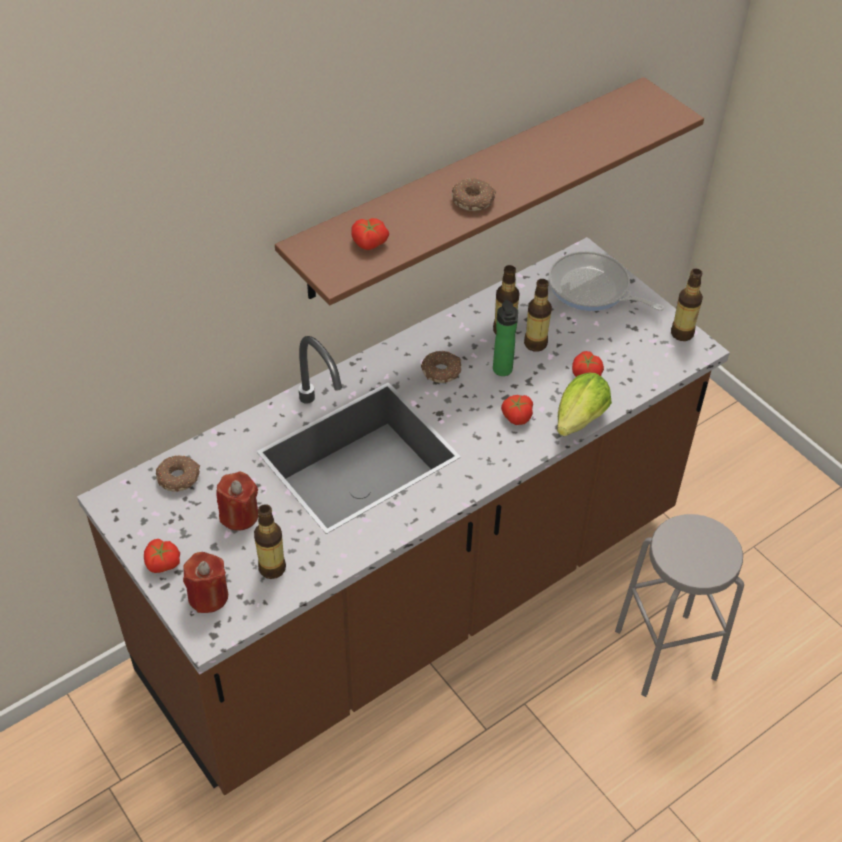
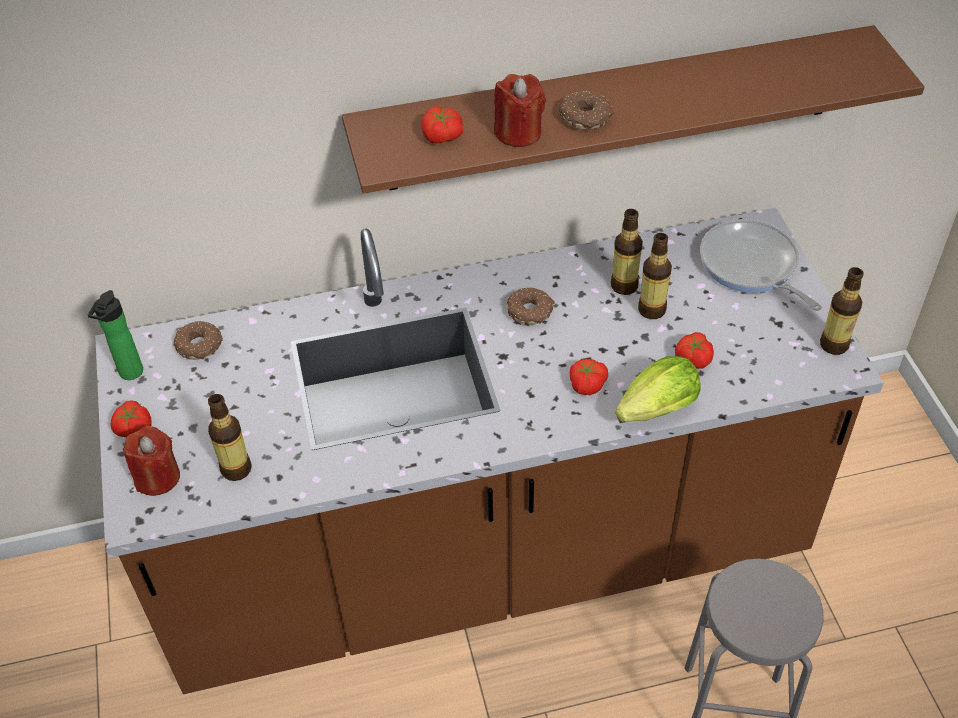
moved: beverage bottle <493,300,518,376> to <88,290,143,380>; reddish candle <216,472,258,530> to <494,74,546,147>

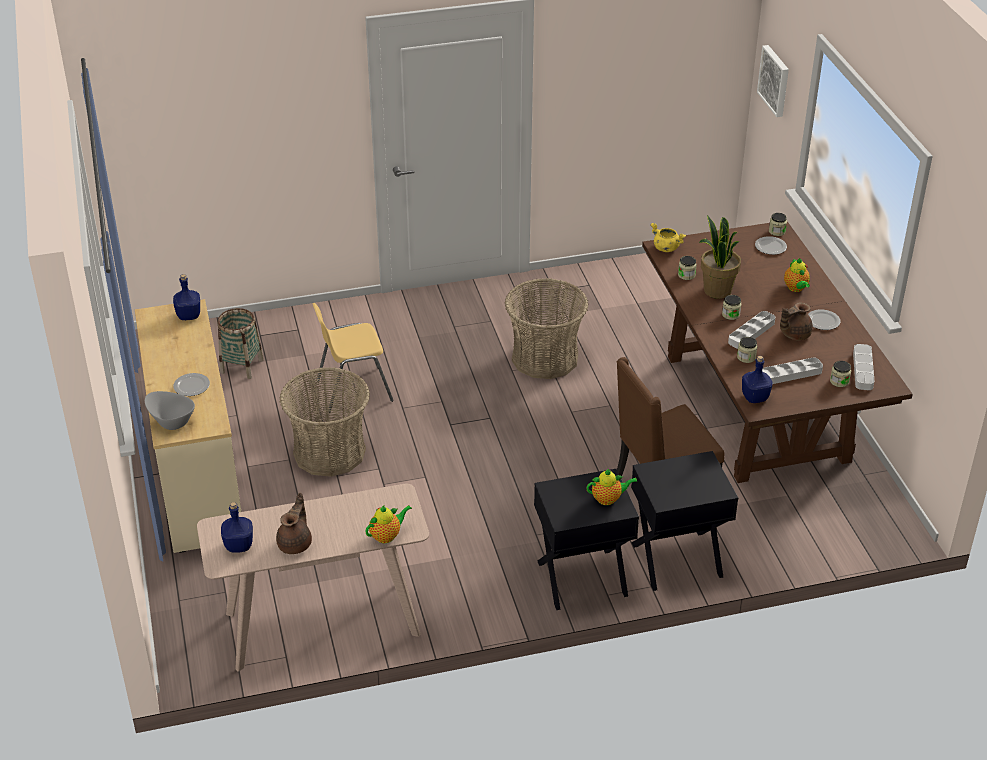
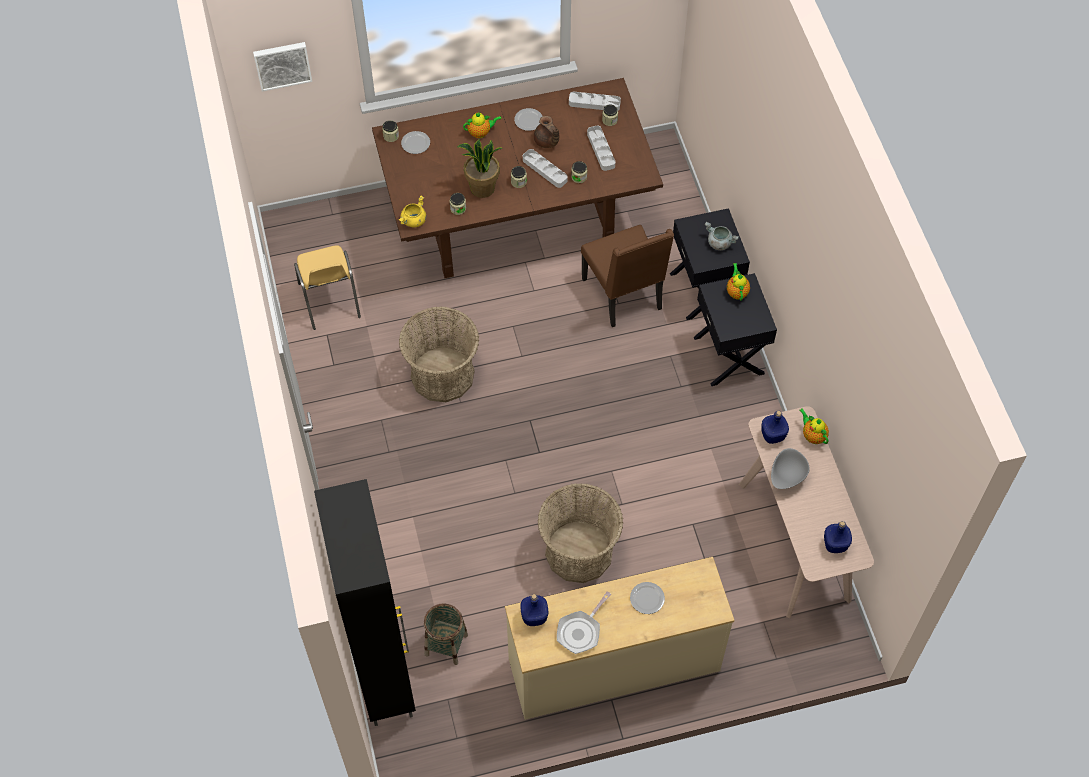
removed: brownish pot for tea <276,493,312,554>
added: black cupboard <314,479,416,726>; skillet <557,591,611,654>; grey stockpot <705,222,739,250>
moved: yellowish upright chair <313,303,394,413> to <294,245,361,330>; blue-coloured beverage bottle <742,356,773,403> to <761,410,789,444>; grey deep dish <145,391,195,430> to <771,448,809,489>

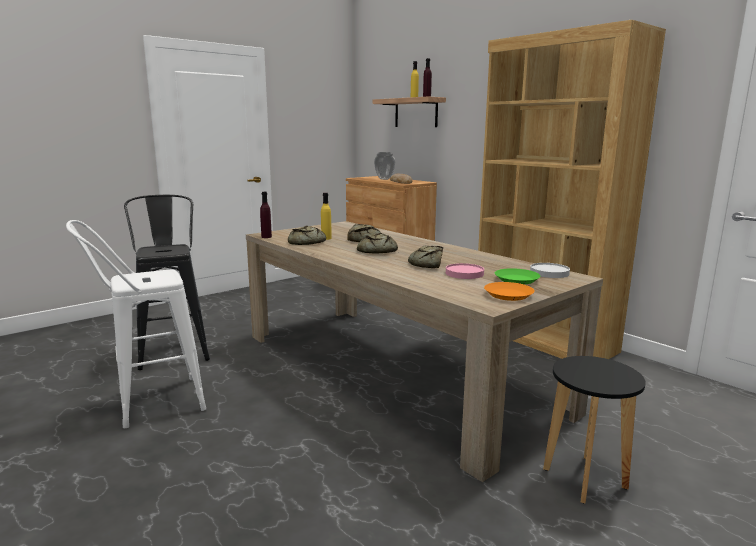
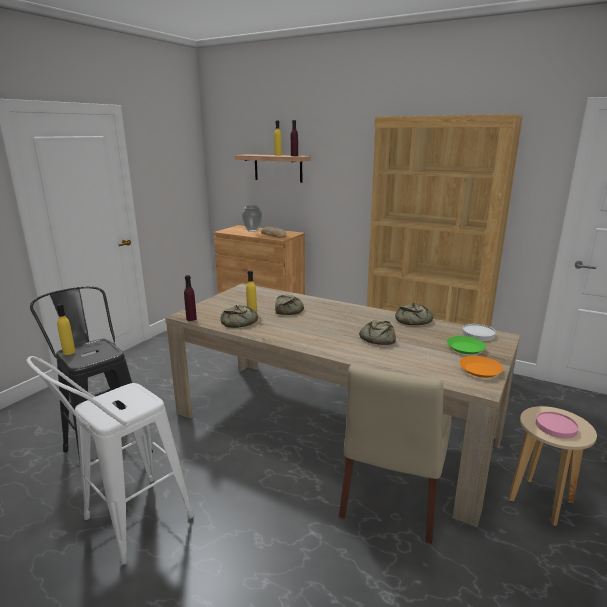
added: yellowish beverage bottle <57,304,76,355>; beige-coloured upright chair <339,364,452,544>
moved: bakery bread <357,233,398,254> to <395,303,433,325>; pink-coloured plate <446,263,484,279> to <536,412,579,439>
recoloured: black sitting stool <543,356,646,503> to beige-coloured sitting stool <508,406,597,526>

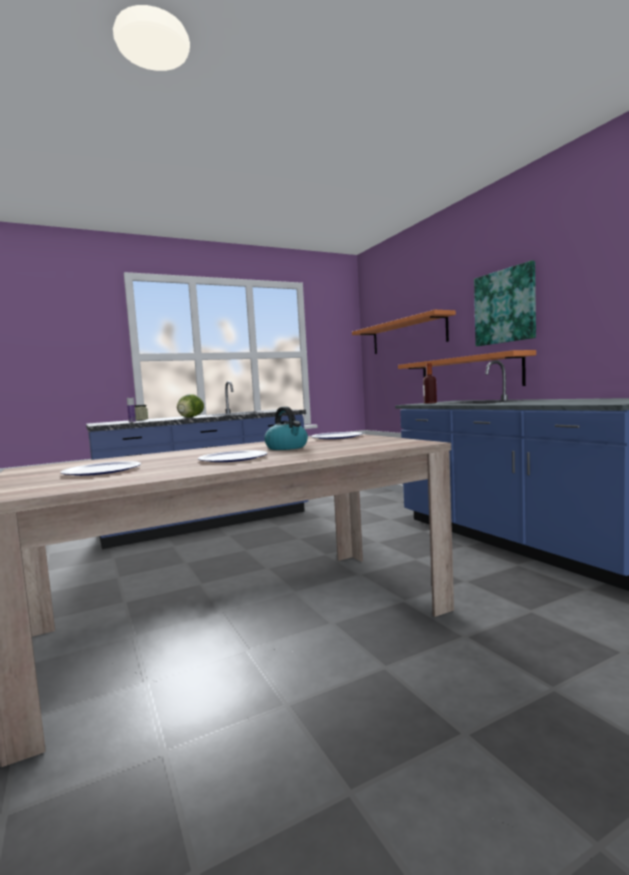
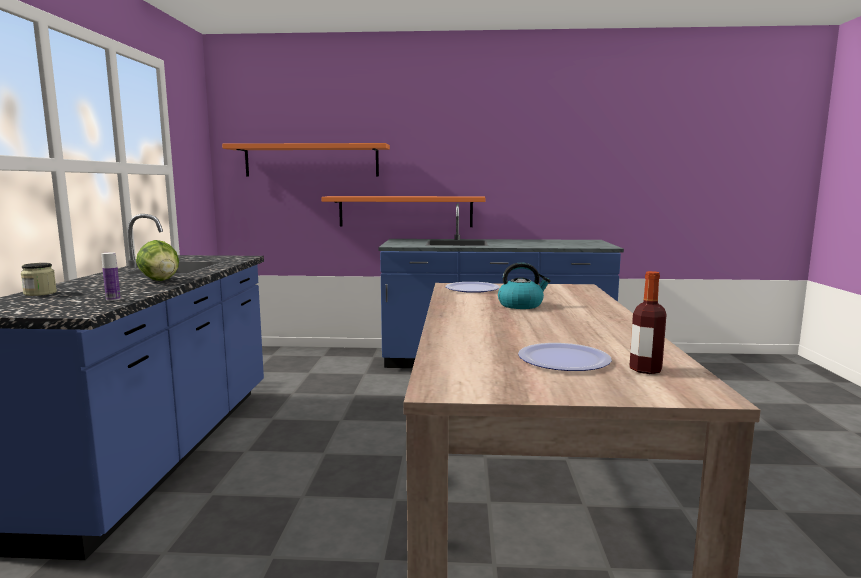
removed: plate <198,450,267,462>; wall picture <474,260,536,346>
moved: beverage bottle <423,363,437,404> to <629,271,667,374>

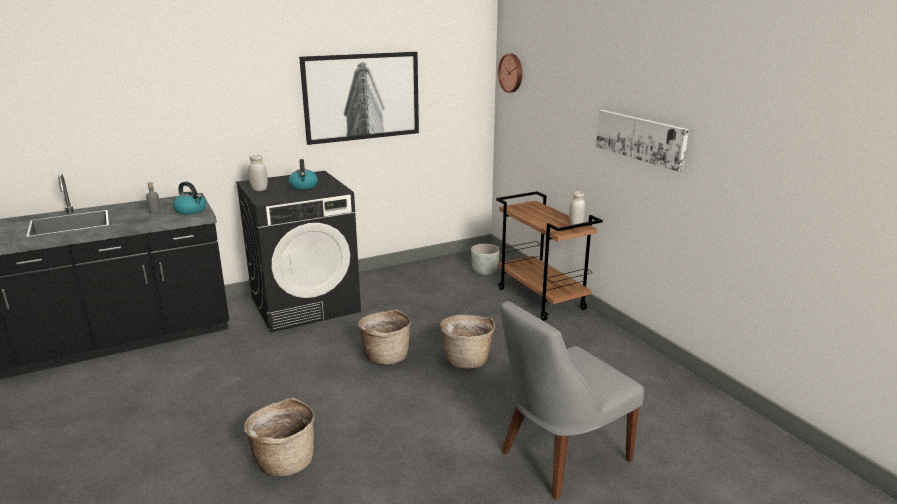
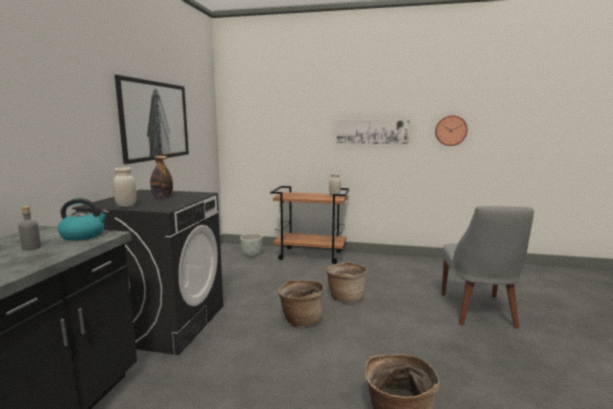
moved: hanging clock <498,54,522,93> to <435,115,468,146>
replaced: kettle <288,159,318,190> to beverage bottle <150,156,173,198>

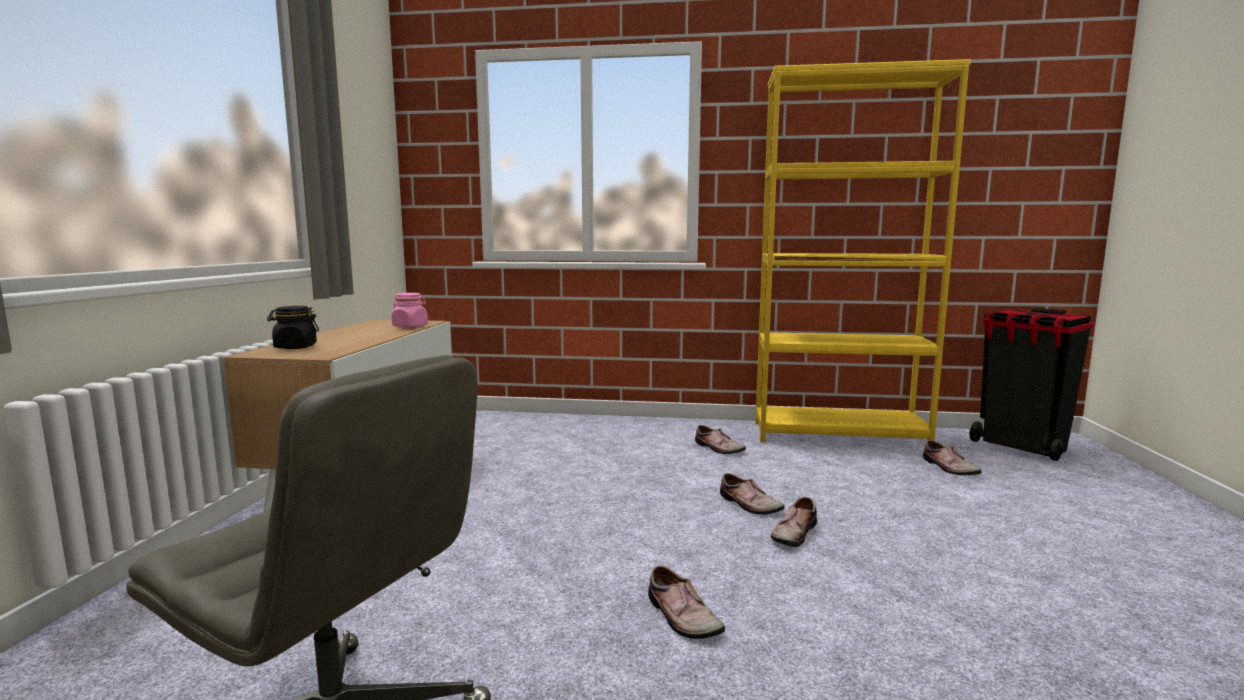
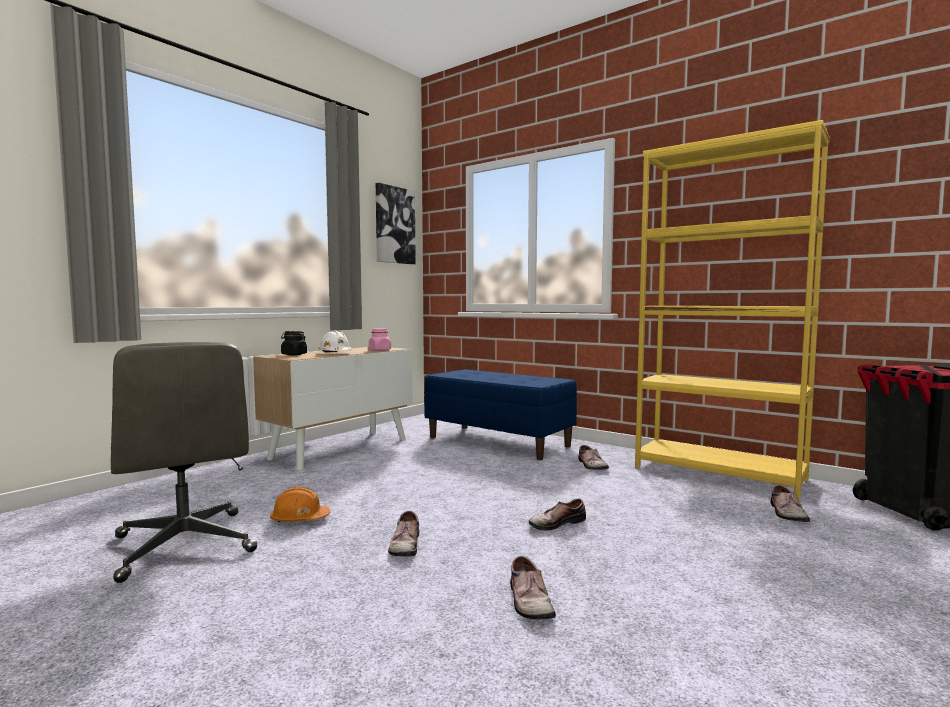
added: orange-coloured work helmet <270,487,330,522>; white work helmet <318,330,353,352>; wall picture <376,183,416,264>; blue-coloured long seat <424,369,577,460>
moved: shoe <720,473,785,515> to <510,556,556,619>

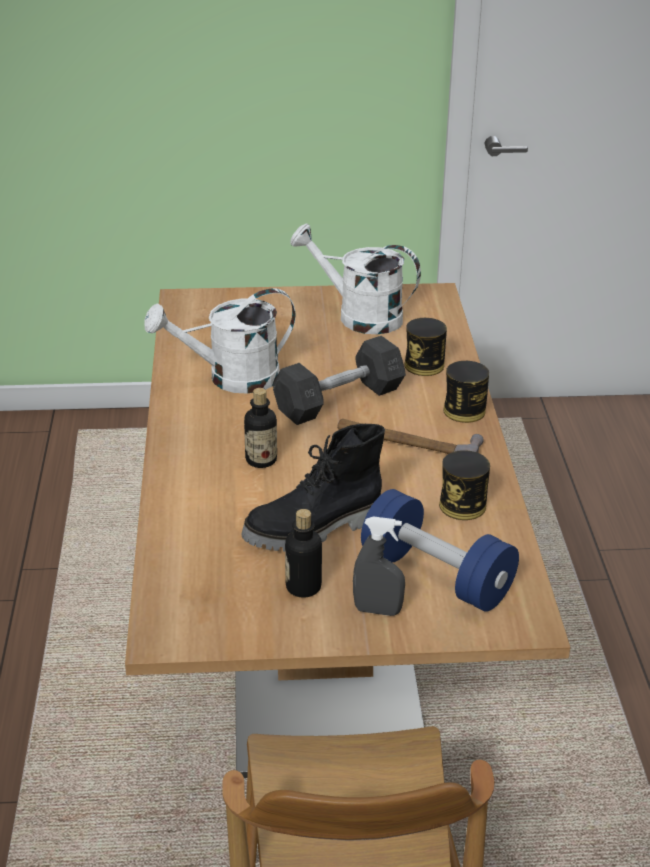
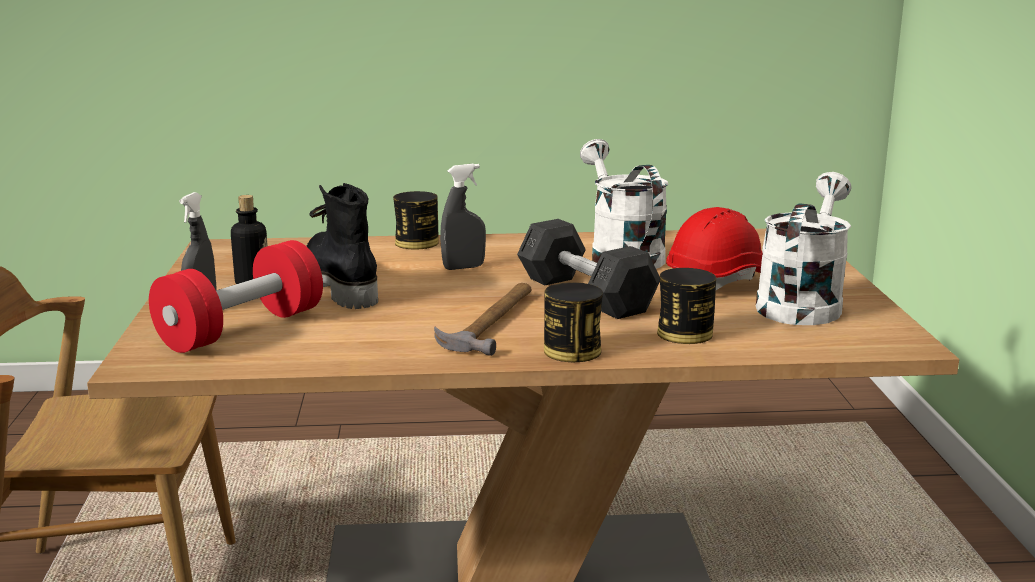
added: reddish work helmet <666,207,763,290>
moved: can <439,450,490,520> to <393,191,439,249>
replaced: beverage bottle <244,388,277,468> to grey hand sprayer <440,164,486,270>
recoloured: blue-coloured free weight <361,489,519,612> to reddish free weight <149,240,323,353>

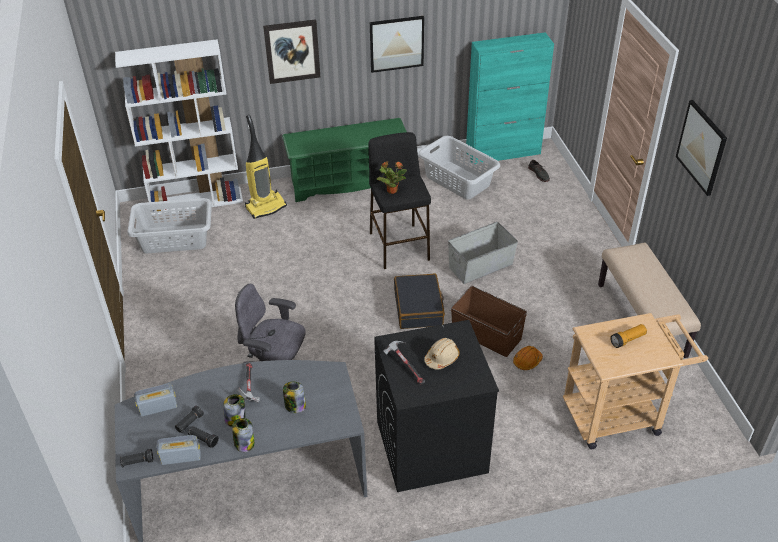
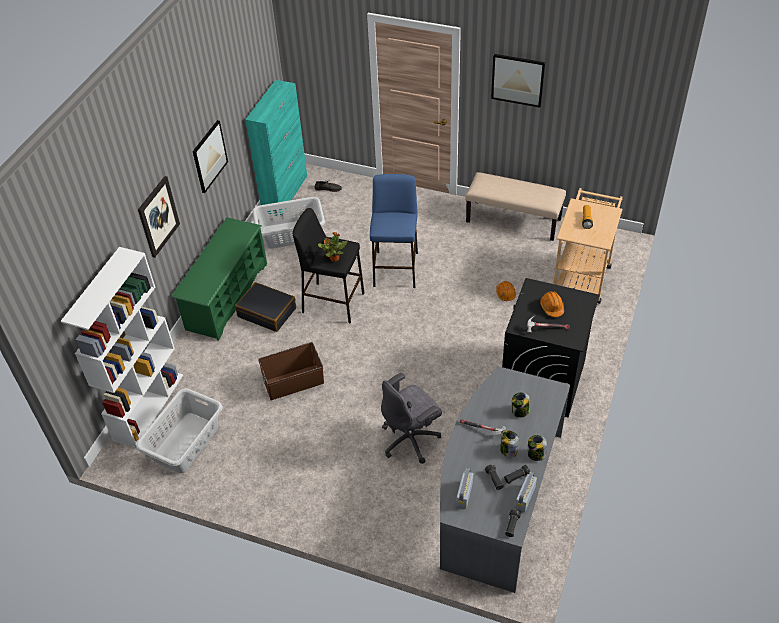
removed: vacuum cleaner <245,115,287,219>
moved: black travel case <394,273,445,329> to <235,282,296,332>; brownish storage box <451,286,527,357> to <258,342,324,400>
replaced: grey storage box <448,222,518,284> to blue-coloured sitting stool <370,174,418,288>
recoloured: beige-coloured work helmet <424,338,460,369> to orange-coloured work helmet <540,291,564,317>

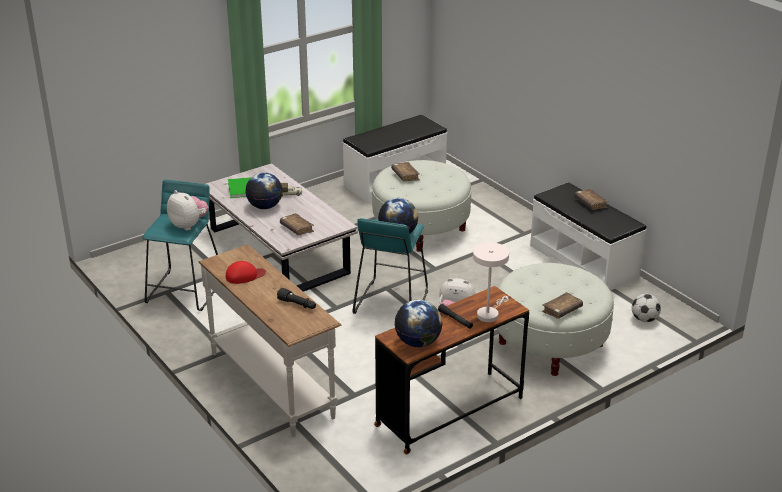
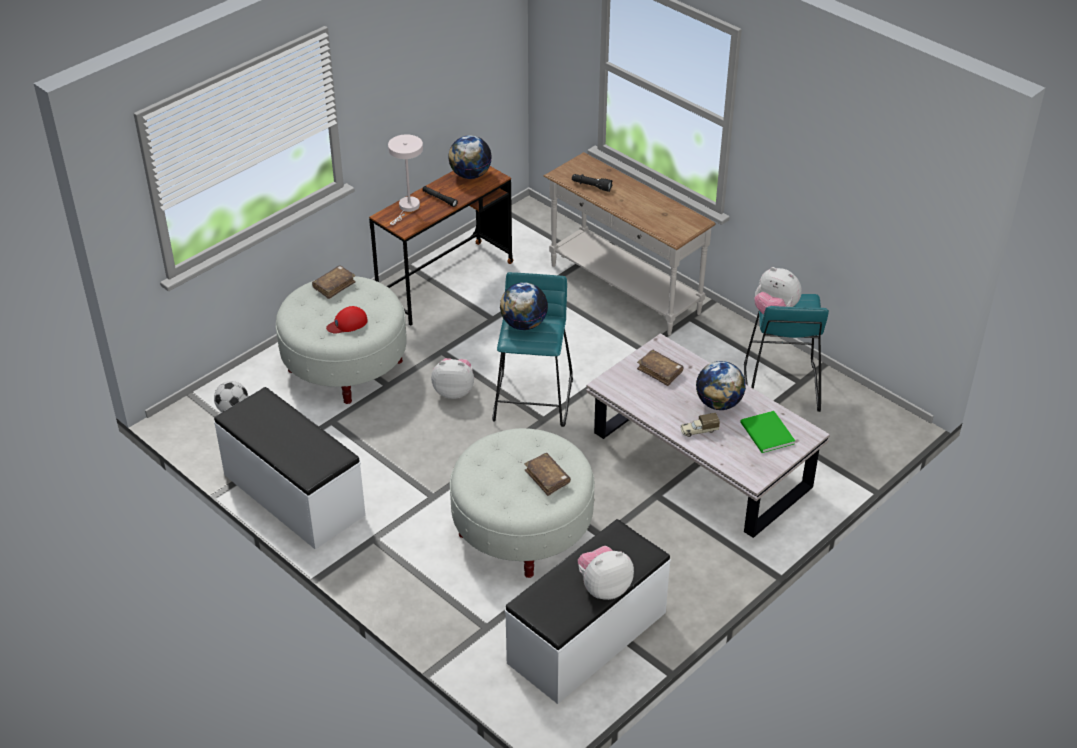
removed: brownish bound book <574,189,609,210>
added: plush toy <578,546,634,600>
moved: reddish cap <226,261,266,284> to <326,306,368,334>

